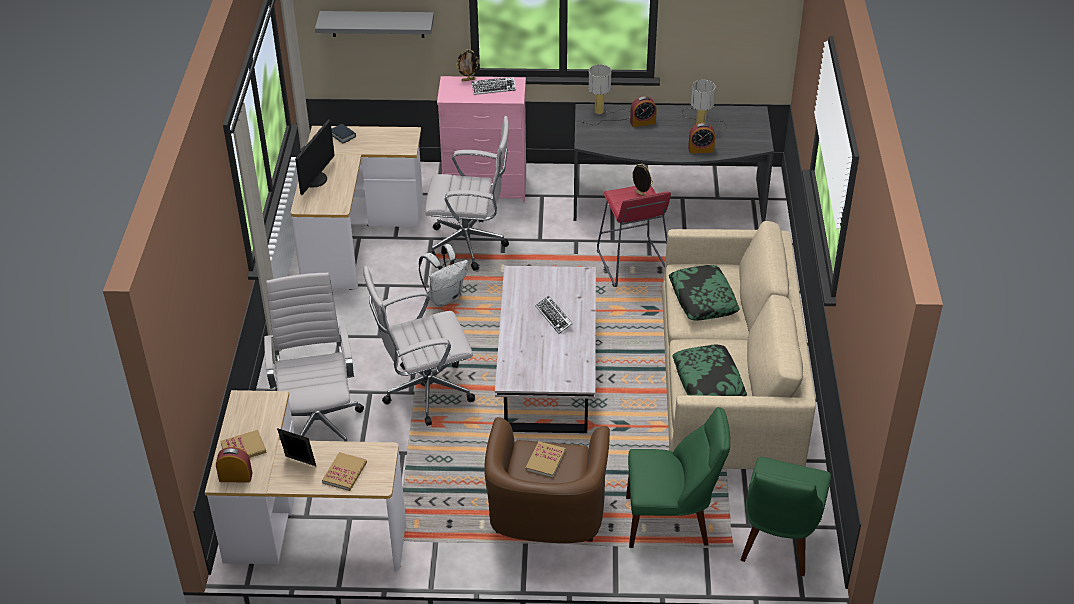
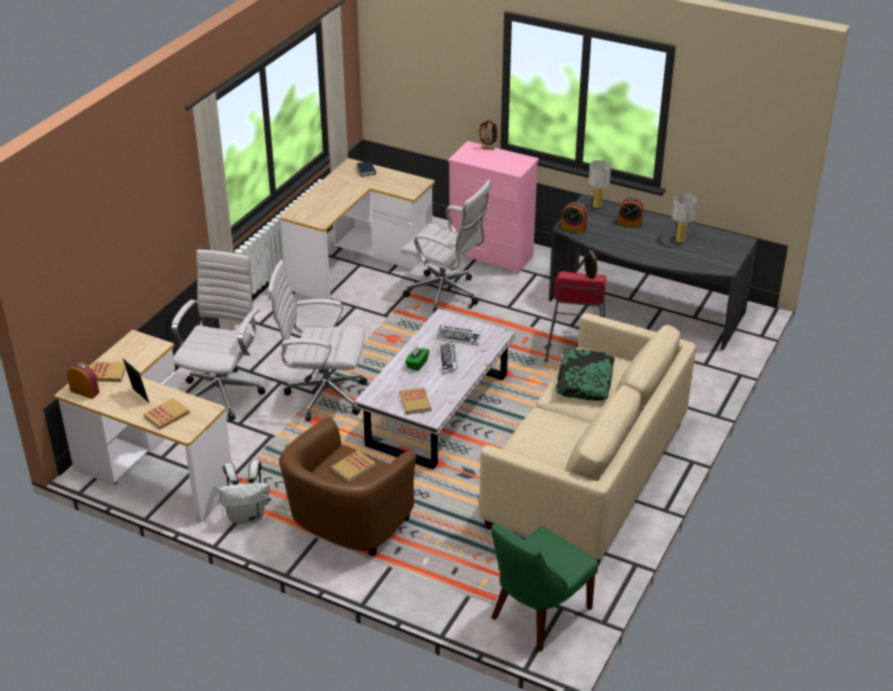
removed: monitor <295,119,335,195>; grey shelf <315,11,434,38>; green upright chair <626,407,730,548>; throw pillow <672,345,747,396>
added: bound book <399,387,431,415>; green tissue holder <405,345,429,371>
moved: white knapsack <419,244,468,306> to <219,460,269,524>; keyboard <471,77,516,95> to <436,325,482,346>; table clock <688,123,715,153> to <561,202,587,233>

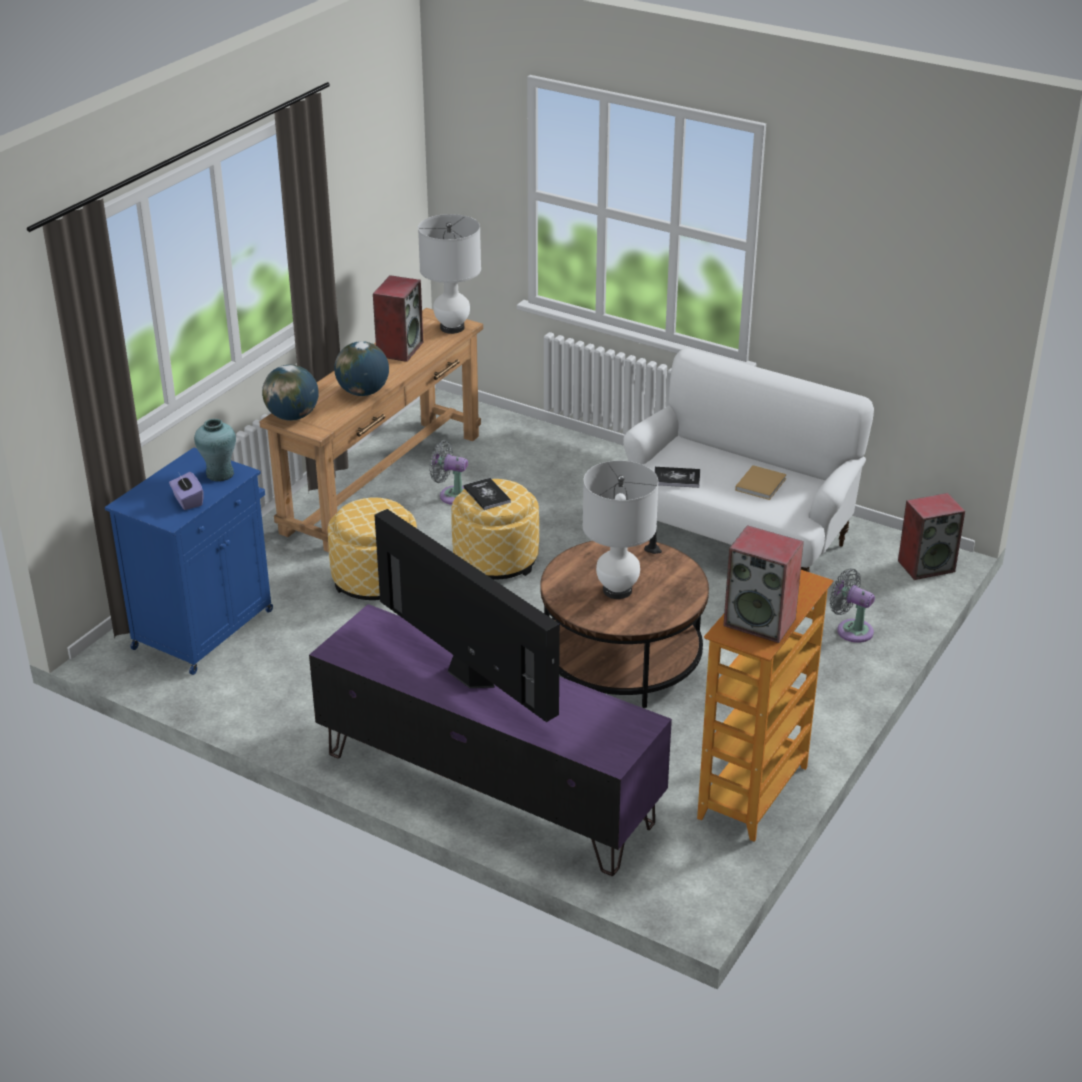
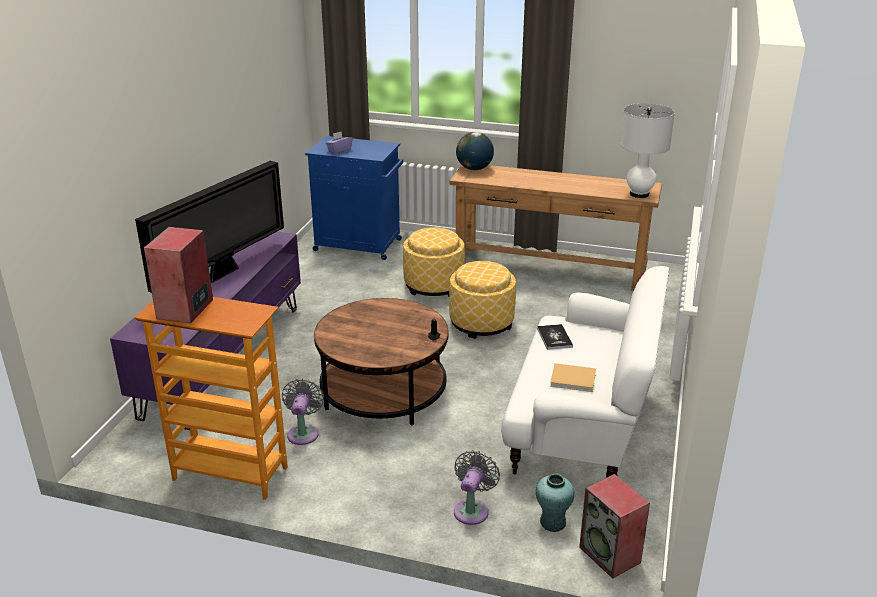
removed: desk globe <334,341,389,396>; loudspeaker <373,275,423,362>; bound book <463,478,511,510>; white lamp for a table <582,460,659,599>
moved: grey fan <429,440,468,505> to <282,379,324,445>; turquoise-coloured vase <194,419,236,481> to <536,473,574,532>

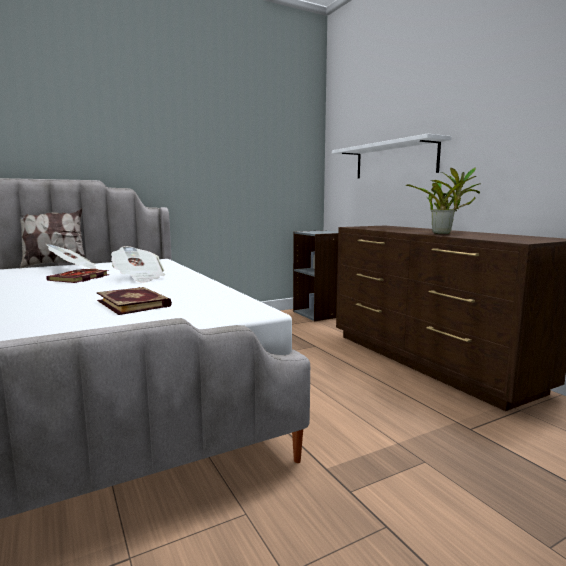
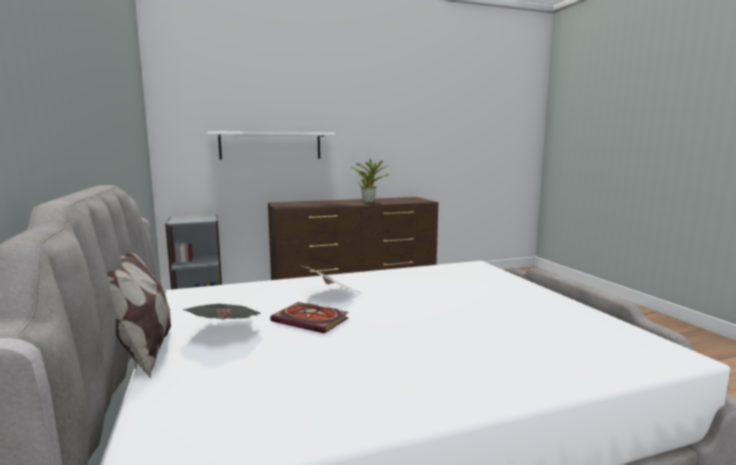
removed: bound book <97,287,172,315>

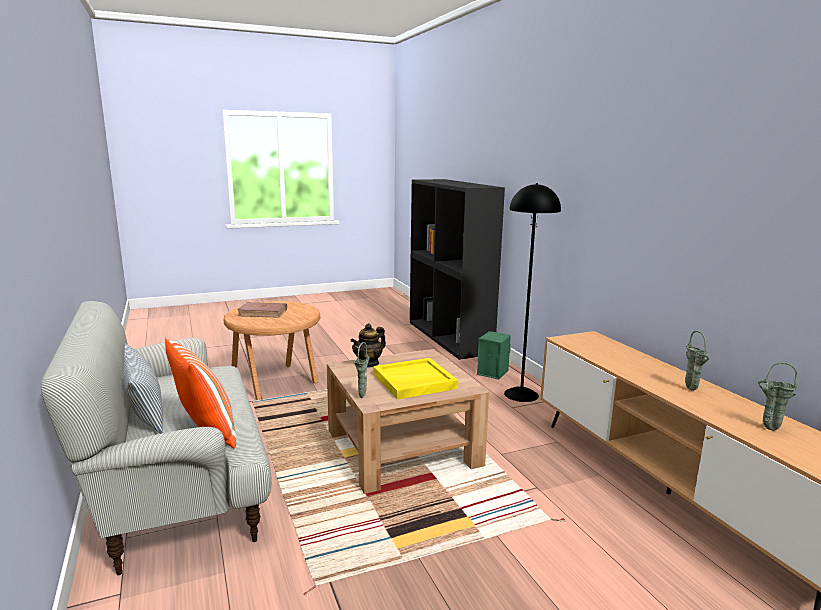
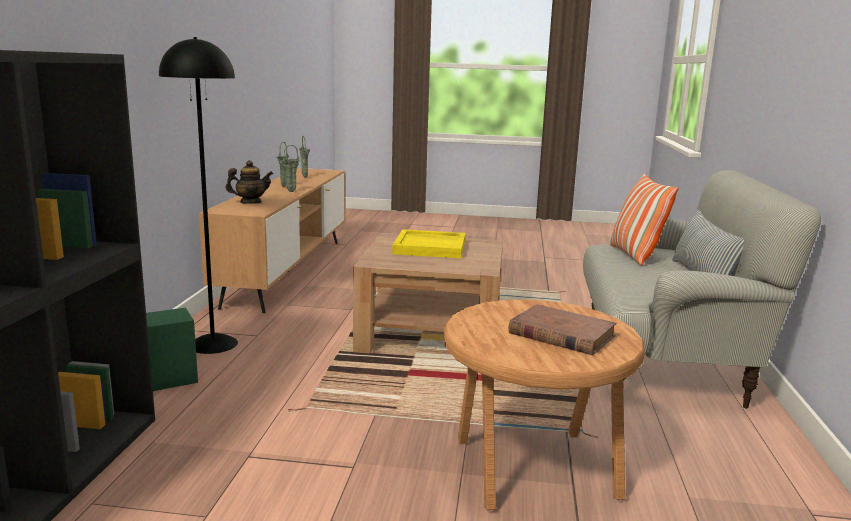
moved: pot for tea <350,323,386,368> to <226,160,273,204>; green vase <353,342,370,398> to <280,145,300,192>

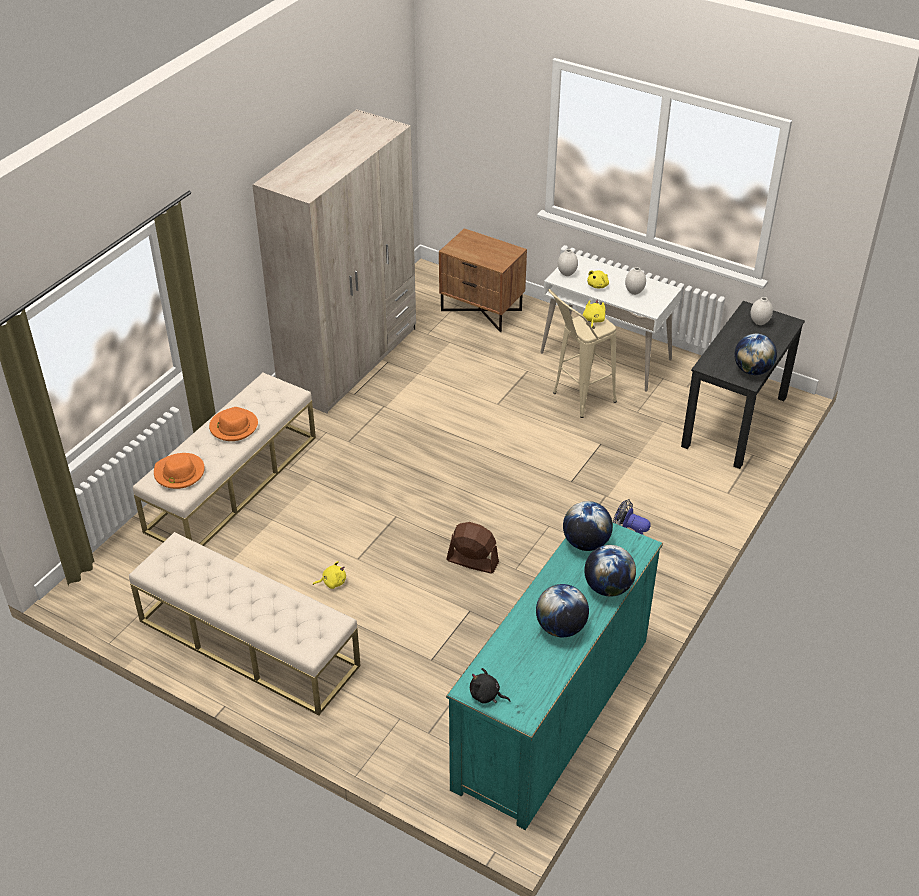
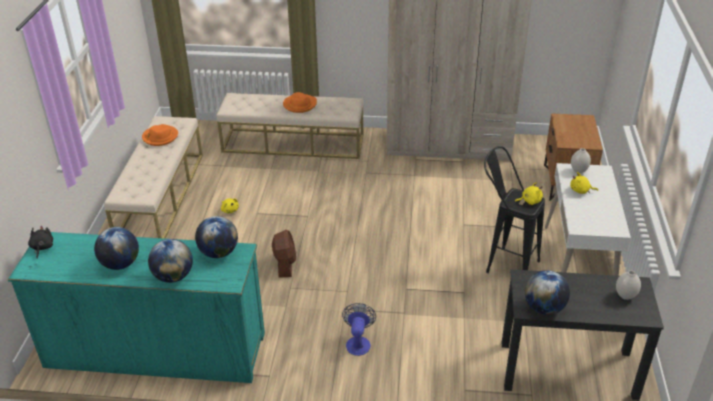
removed: white vase <625,267,646,295>
moved: orange-coloured clothing hat <154,453,205,489> to <142,124,178,146>
recoloured: beige-coloured sitting stool <548,289,617,418> to black sitting stool <484,146,545,273>

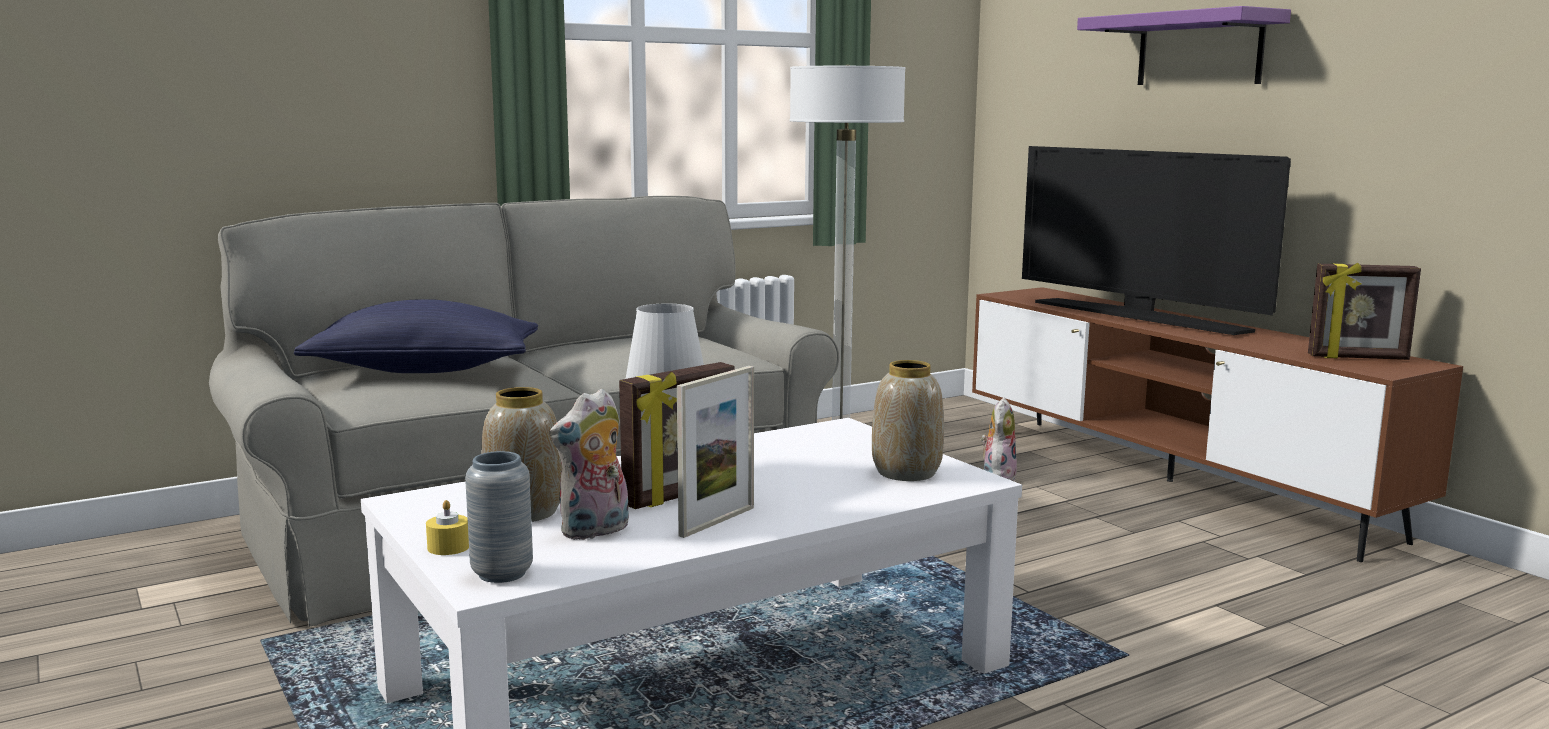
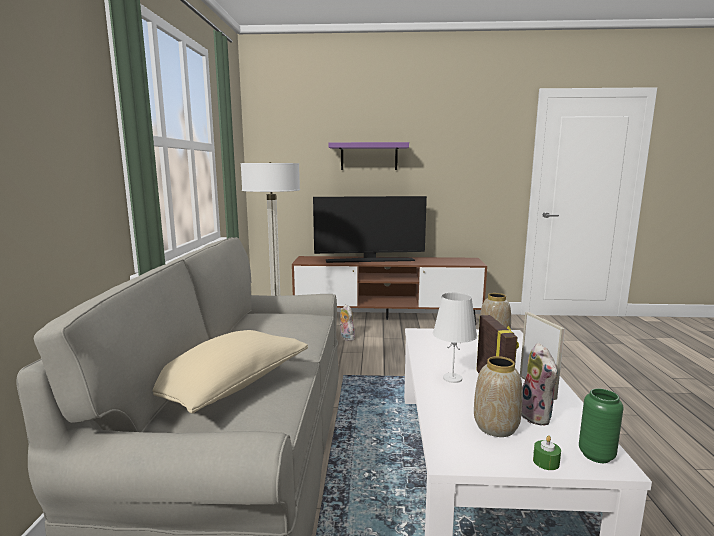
removed: standing frame <1308,263,1421,360>
recoloured: blue-coloured throw pillow <294,299,538,373> to beige-coloured throw pillow <153,330,308,414>; yellowish candle <426,500,469,555> to green candle <533,435,561,470>; grey vase <465,451,533,583> to green vase <579,388,624,463>

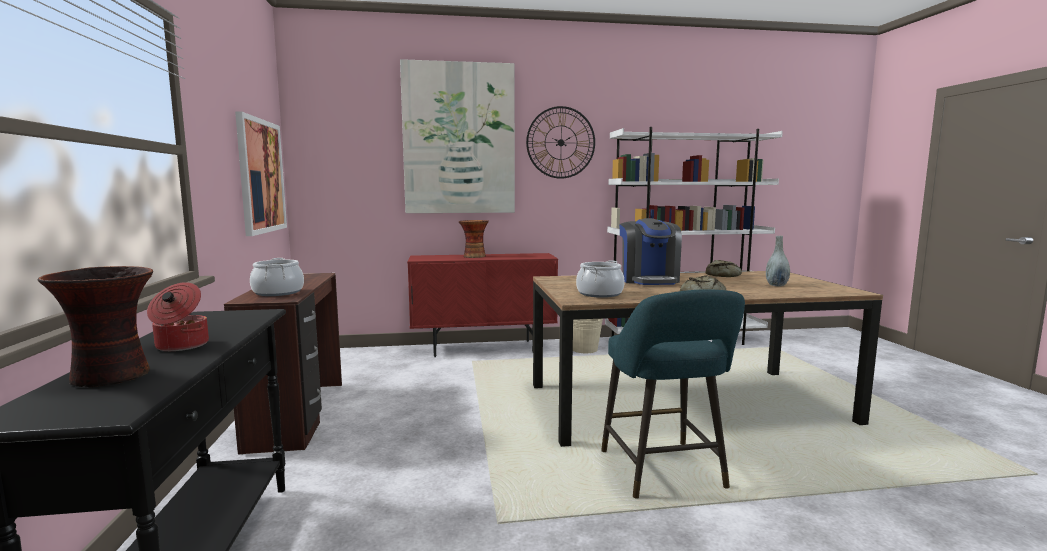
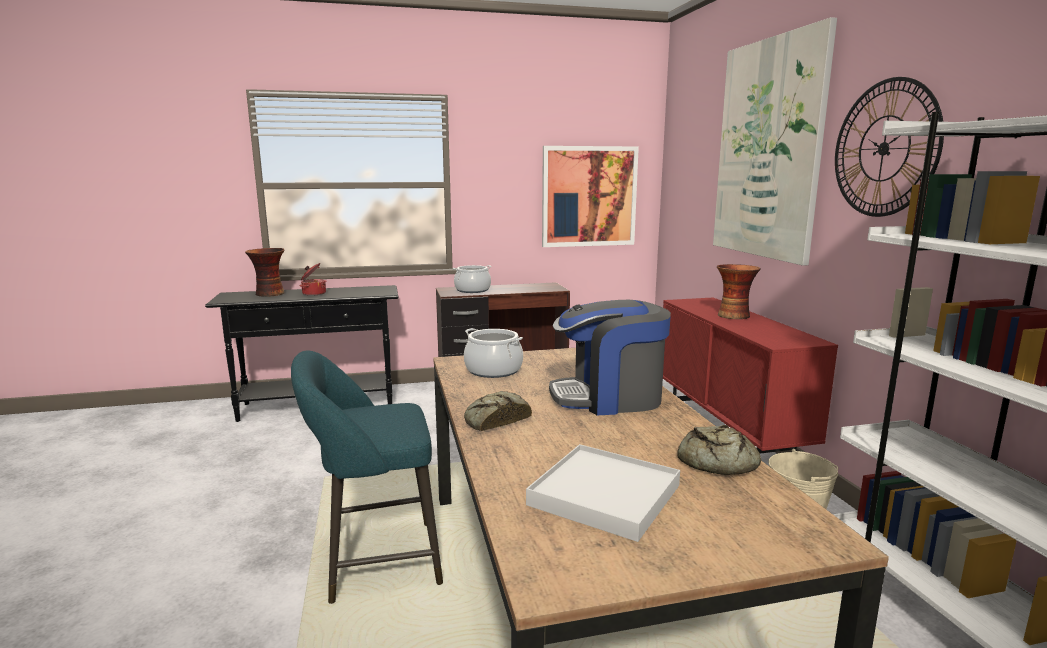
replaced: grey vase <766,236,790,286> to white carrying tray <526,444,680,542>

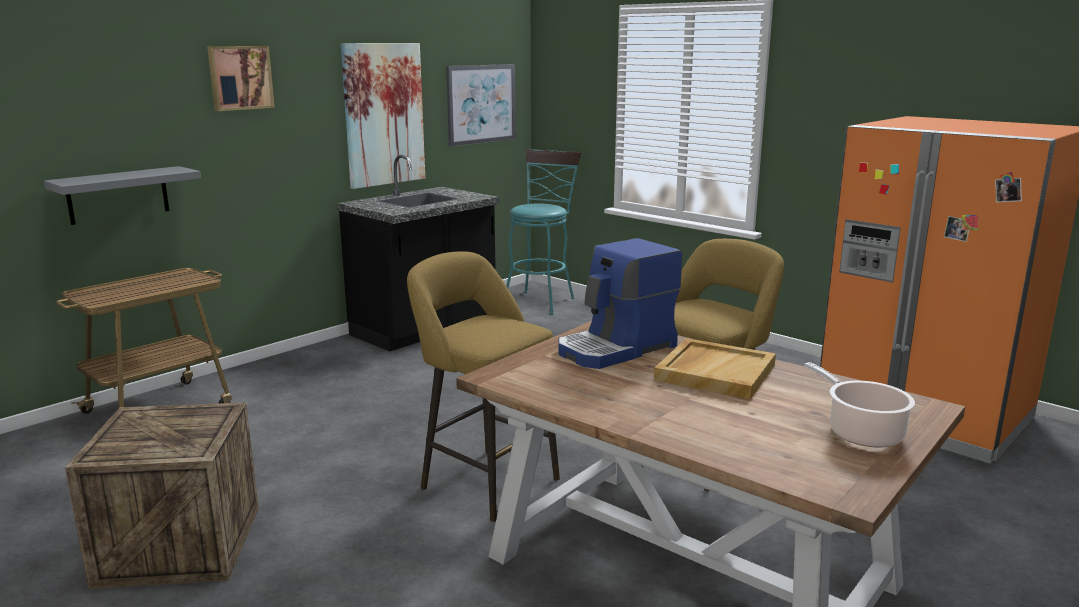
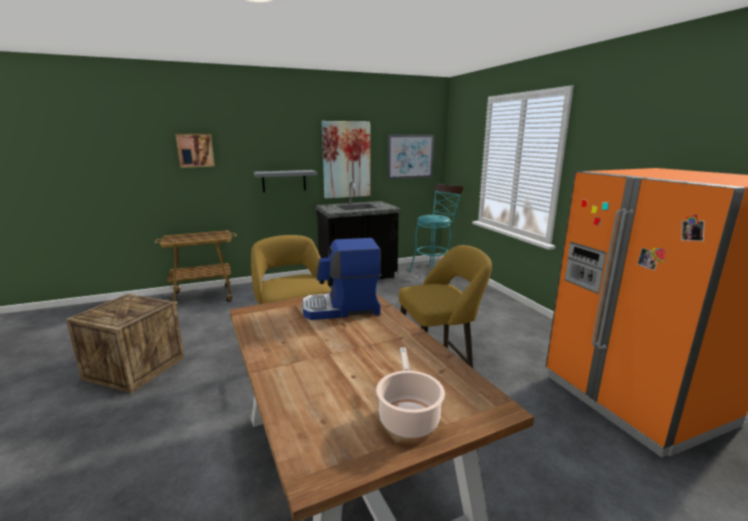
removed: beige-coloured carrying tray <654,338,776,399>
moved: wall picture <207,46,275,111> to <175,133,215,168>; grey shelf <44,166,201,225> to <254,170,317,192>

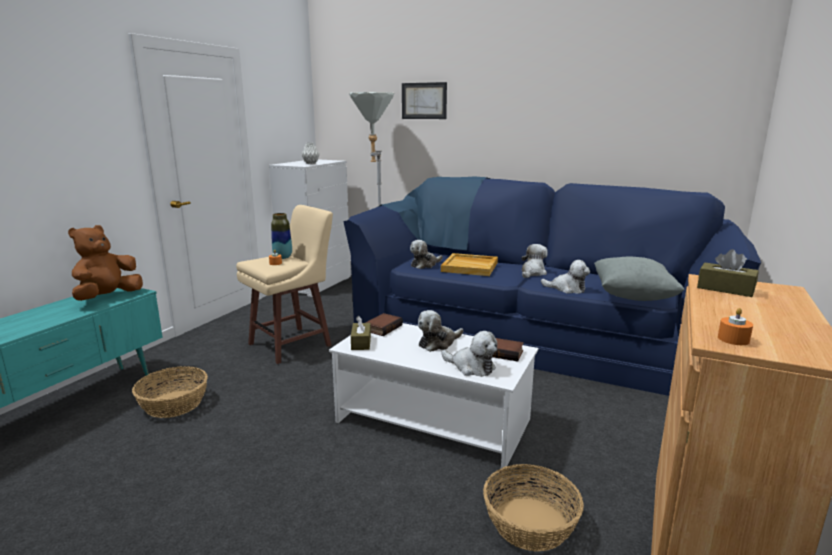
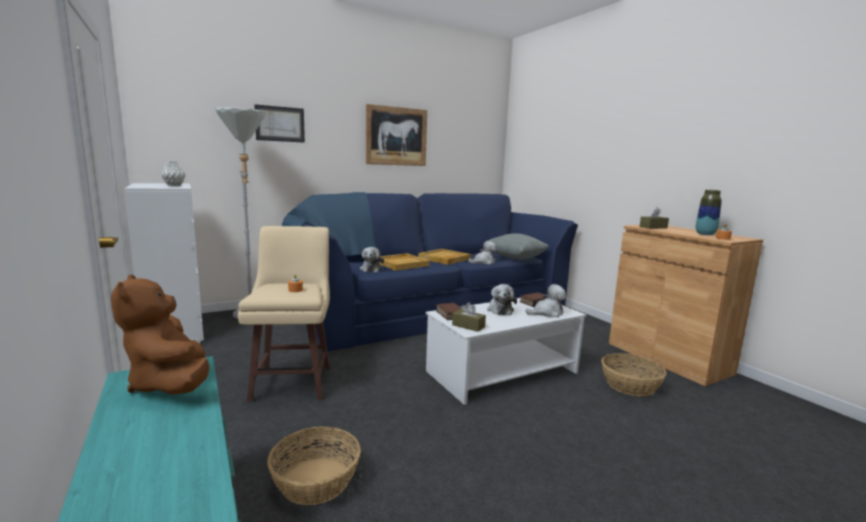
added: wall picture <366,104,427,166>
moved: vase <271,213,292,259> to <696,190,722,235>
replaced: plush toy <521,244,548,278> to beige-coloured carrying tray <418,249,471,265>

